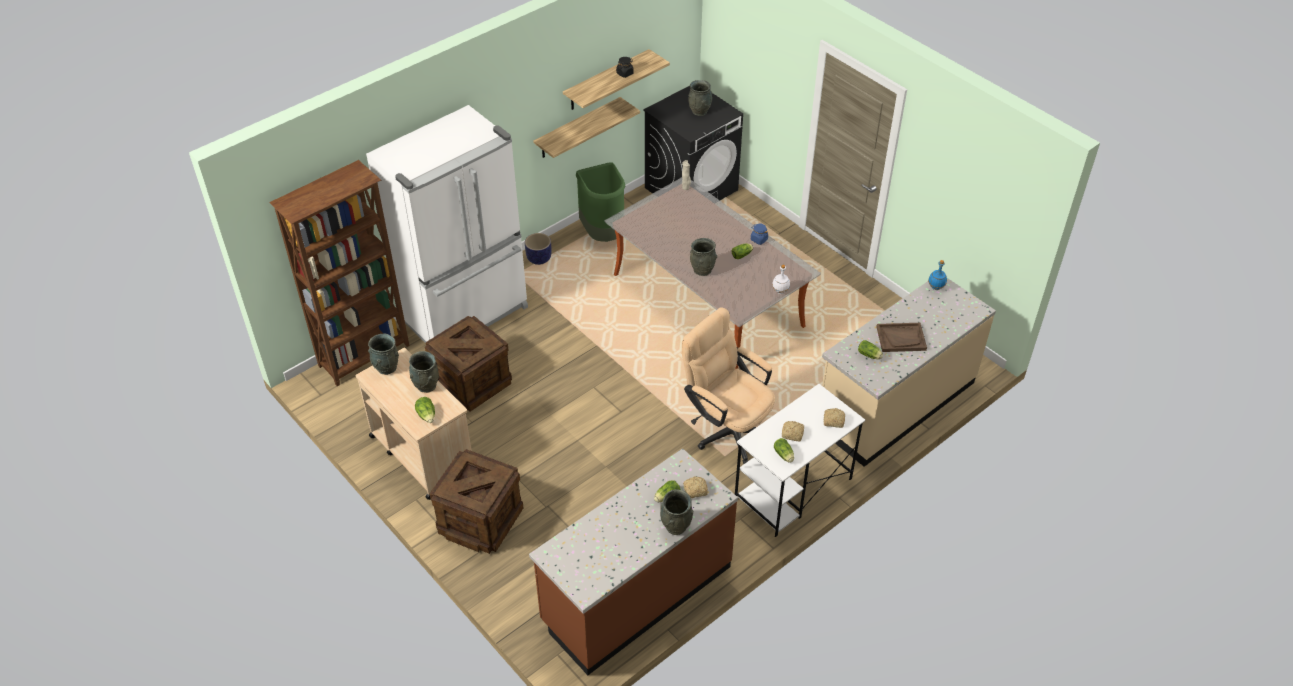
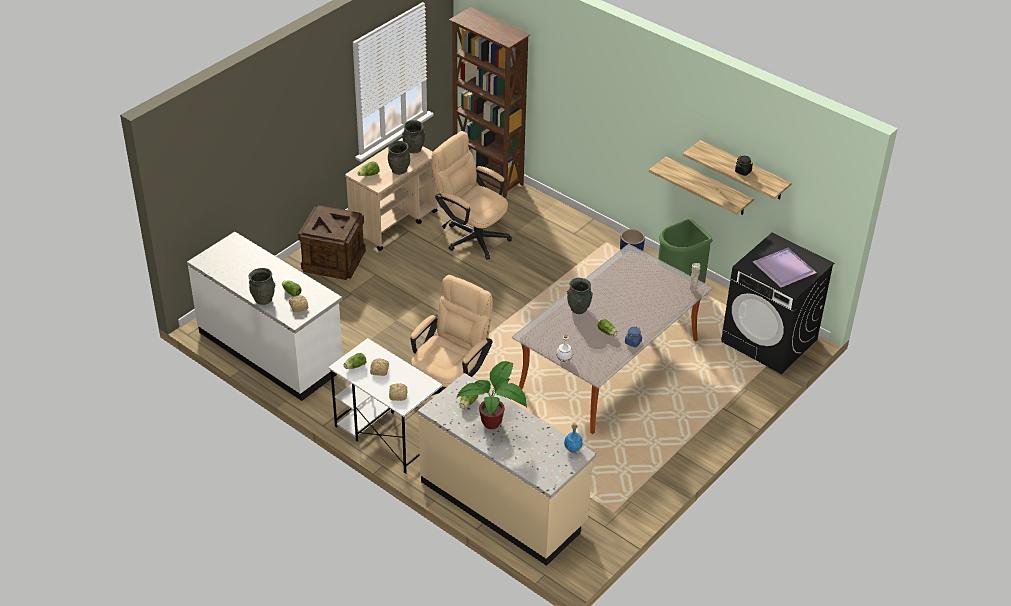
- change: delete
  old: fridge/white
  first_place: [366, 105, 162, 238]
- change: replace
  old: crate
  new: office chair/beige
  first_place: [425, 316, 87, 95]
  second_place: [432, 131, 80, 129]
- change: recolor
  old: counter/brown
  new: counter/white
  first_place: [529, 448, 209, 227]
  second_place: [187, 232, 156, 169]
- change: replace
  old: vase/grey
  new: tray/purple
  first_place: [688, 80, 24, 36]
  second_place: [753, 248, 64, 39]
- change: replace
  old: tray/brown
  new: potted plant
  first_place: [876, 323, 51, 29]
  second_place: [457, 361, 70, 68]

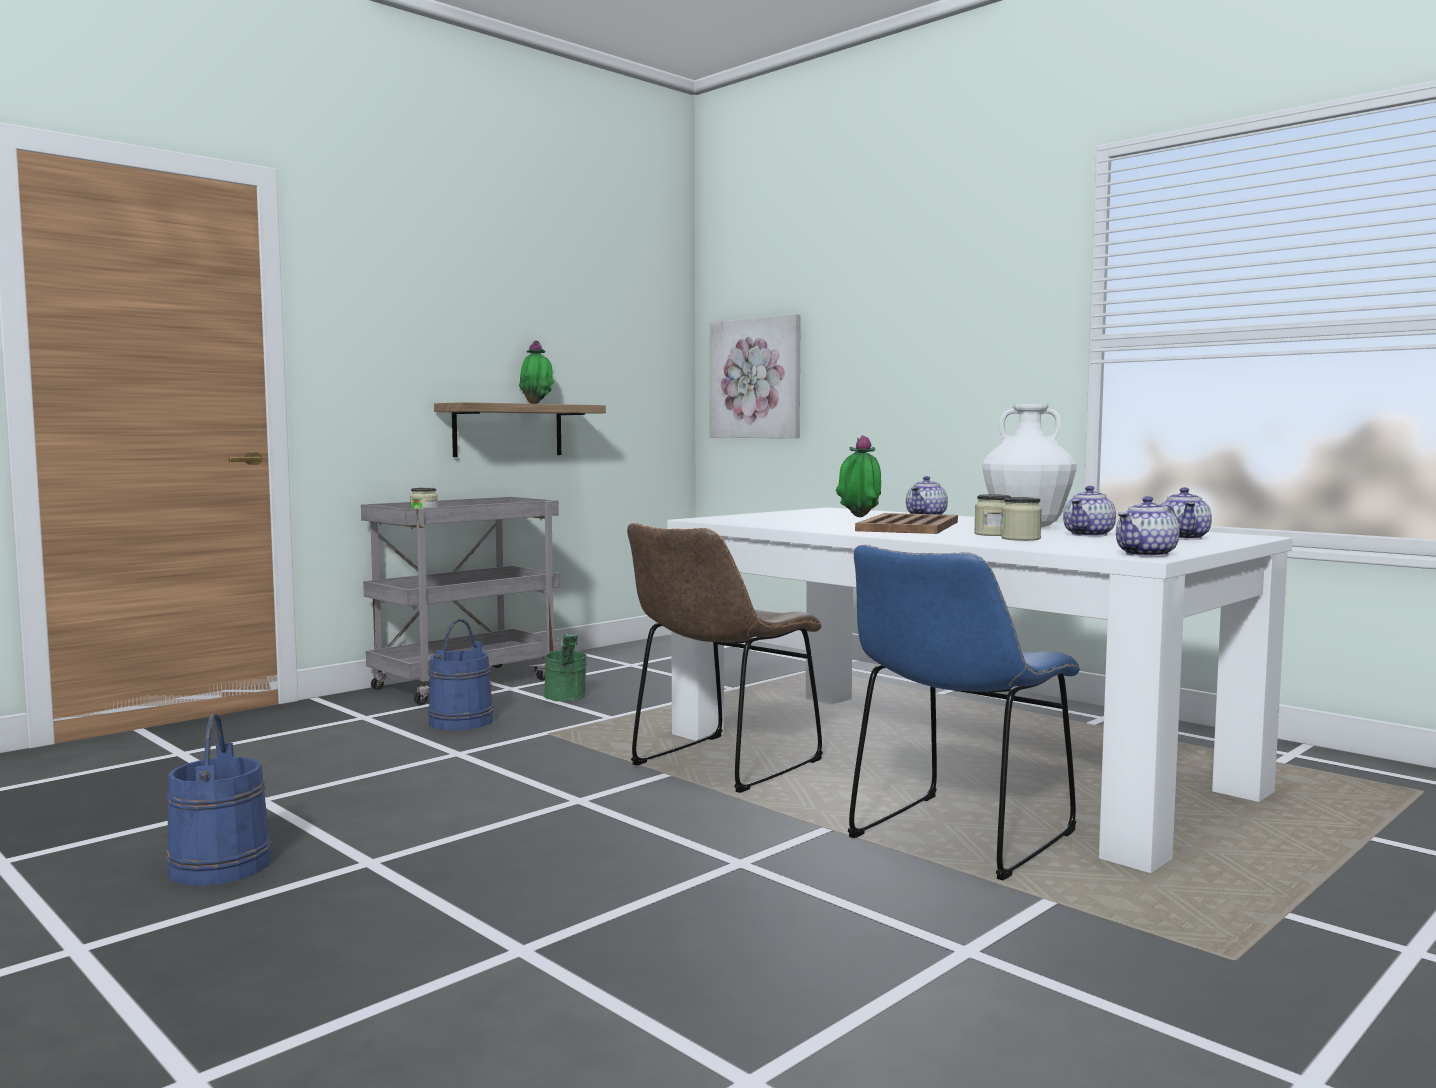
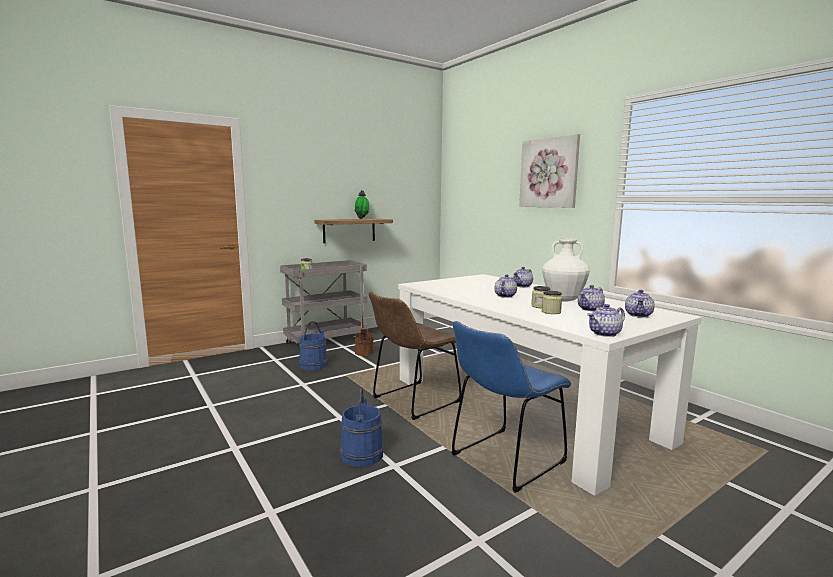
- change: move
  old: bucket/blue
  first_place: [166, 713, 106, 173]
  second_place: [340, 388, 43, 79]
- change: recolor
  old: bucket/green
  new: bucket/brown
  first_place: [544, 634, 43, 67]
  second_place: [355, 328, 19, 28]
- change: move
  old: picture
  first_place: [709, 314, 92, 124]
  second_place: [519, 134, 61, 74]
- change: delete
  old: potted plant
  first_place: [836, 435, 45, 82]
- change: replace
  old: tray/brown
  new: teapot
  first_place: [855, 513, 103, 21]
  second_place: [494, 274, 23, 24]

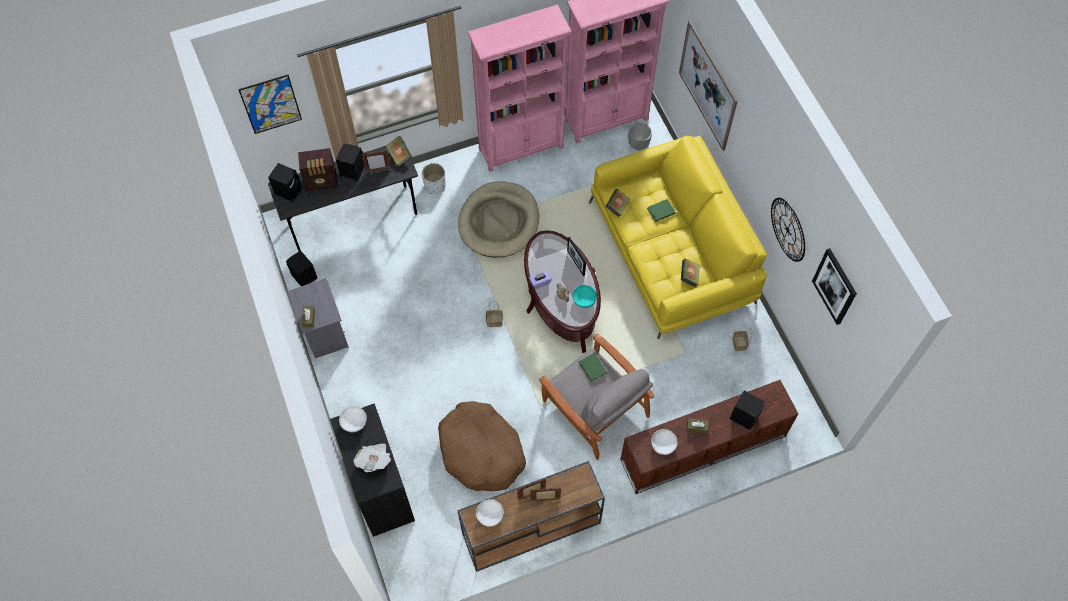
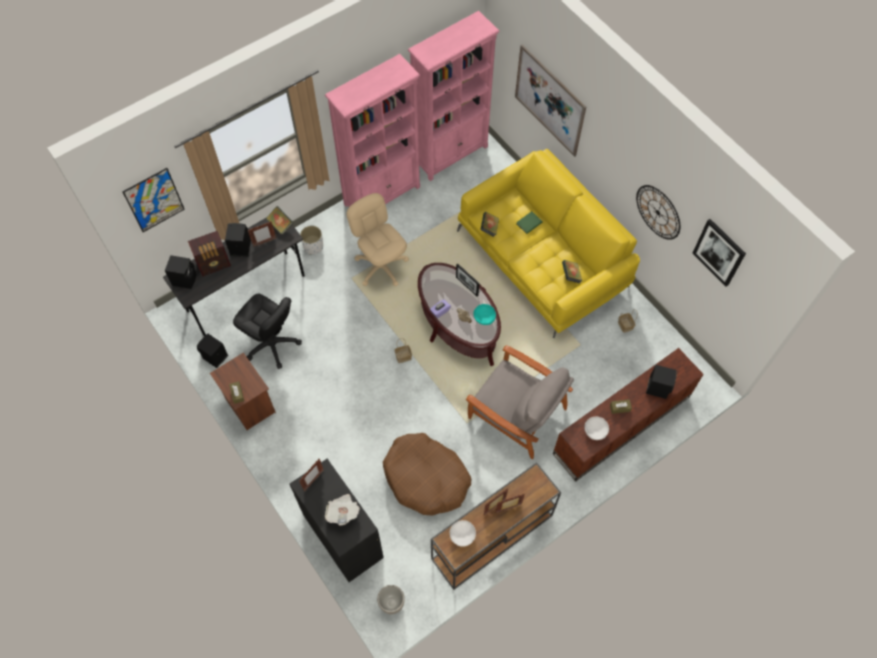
- change: recolor
  old: nightstand/grey
  new: nightstand/brown
  first_place: [288, 278, 61, 80]
  second_place: [210, 353, 66, 77]
- change: replace
  old: bowl/white
  new: picture frame
  first_place: [339, 406, 28, 26]
  second_place: [299, 458, 24, 33]
- change: replace
  old: dog bed/beige
  new: office chair/beige
  first_place: [458, 181, 81, 77]
  second_place: [347, 193, 62, 94]
- change: delete
  old: book/green
  first_place: [579, 353, 28, 29]
- change: move
  old: planter
  first_place: [628, 122, 24, 28]
  second_place: [377, 585, 28, 29]
- change: insert
  new: office chair/black
  second_place: [233, 294, 69, 75]

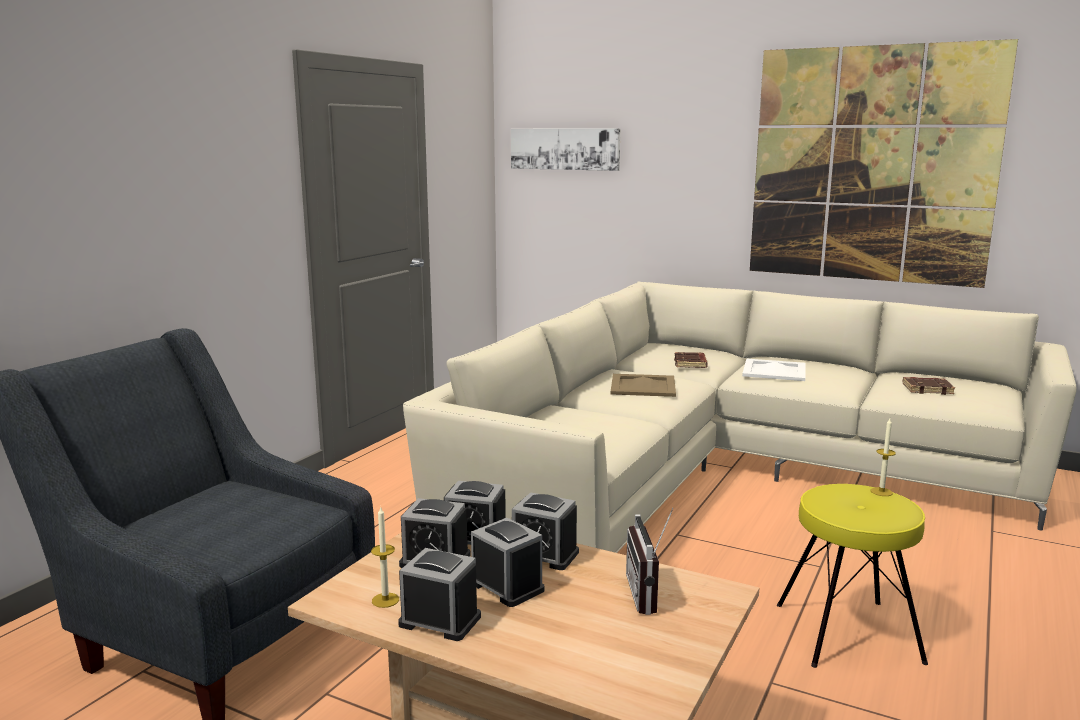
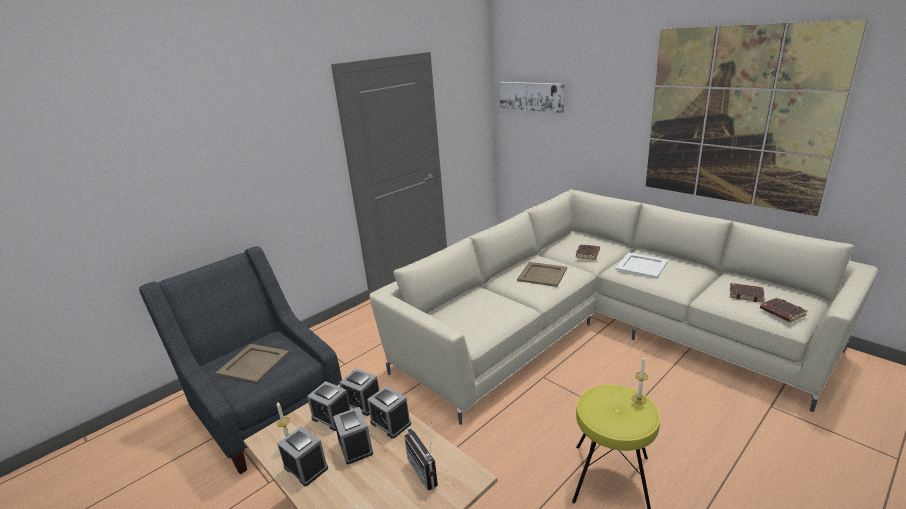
- change: rotate
  old: radio
  first_place: [626, 508, 47, 107]
  second_place: [404, 421, 34, 69]
  degrees: -45
- change: insert
  new: tray/beige
  second_place: [216, 344, 73, 39]
- change: insert
  new: book/brown
  second_place: [760, 298, 47, 24]

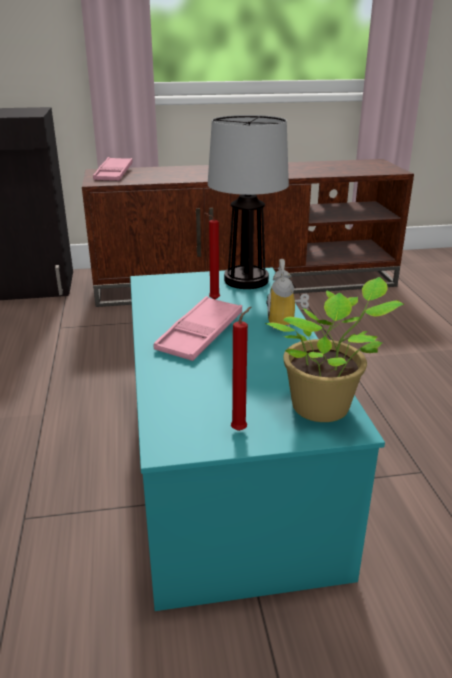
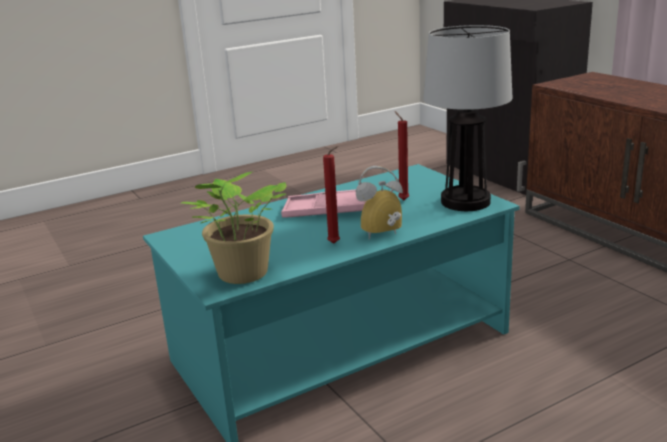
- change: delete
  old: tray/pink
  first_place: [93, 157, 40, 24]
- change: move
  old: candle/red
  first_place: [231, 307, 20, 124]
  second_place: [323, 146, 17, 97]

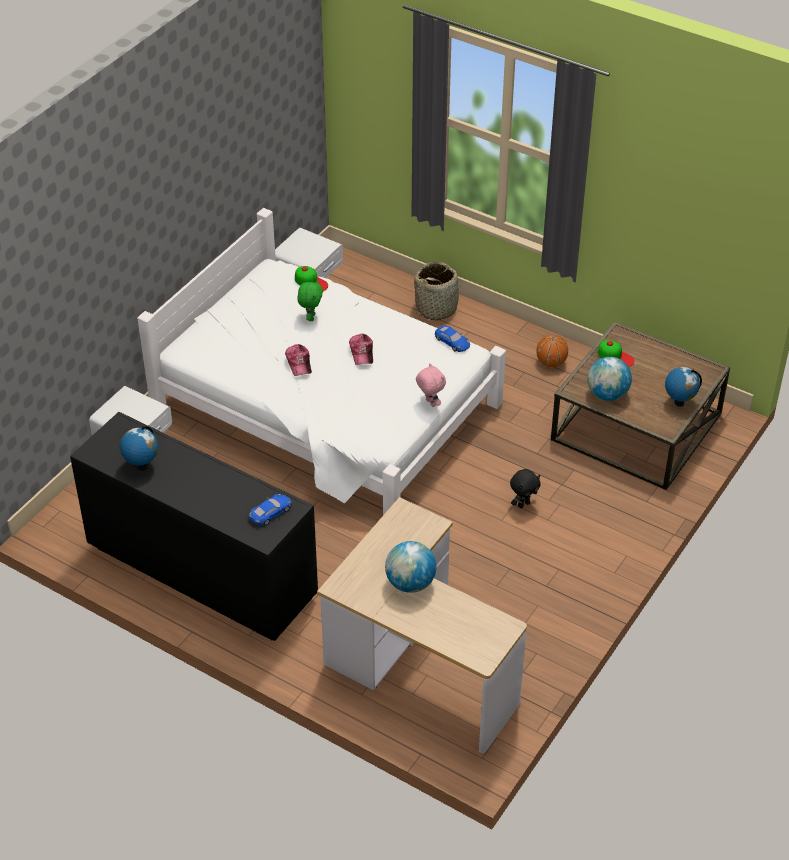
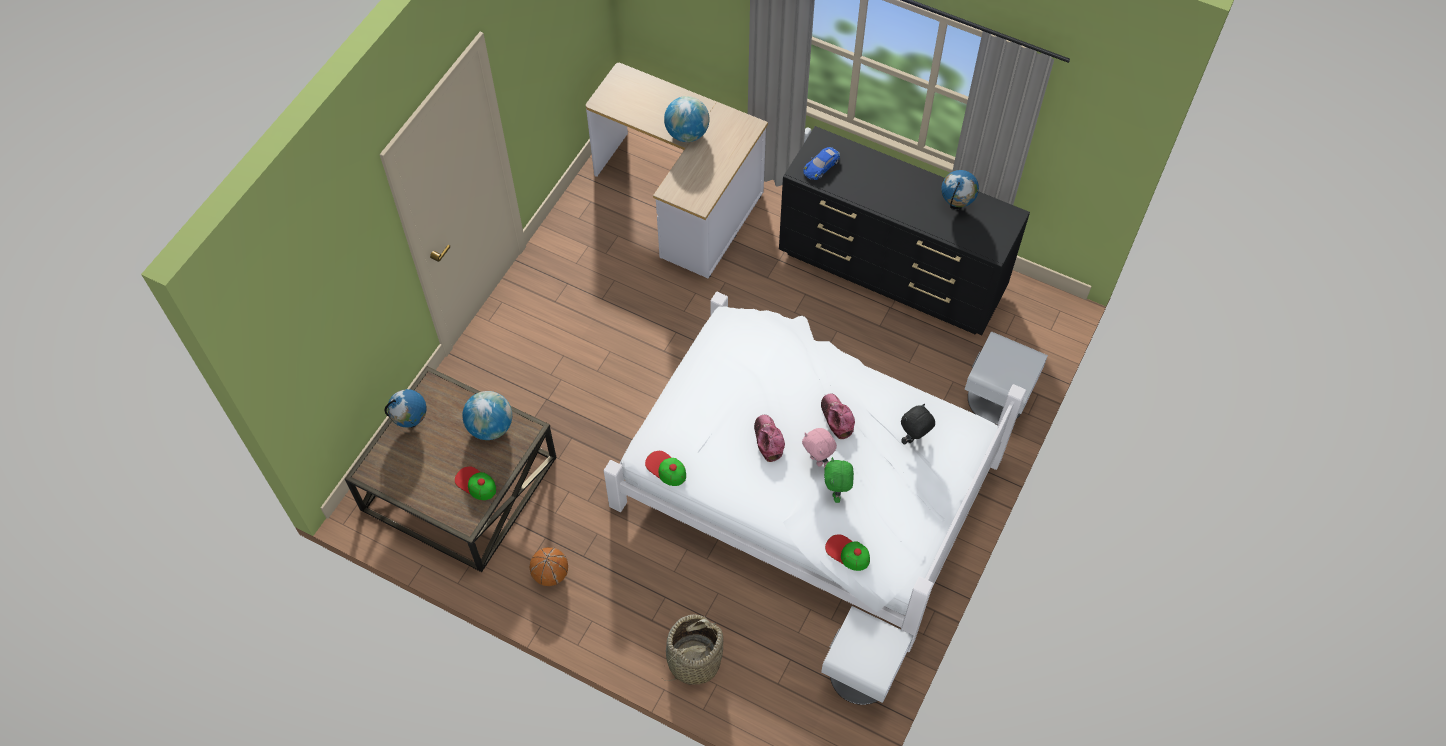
- change: move
  old: plush toy/pink
  first_place: [416, 363, 30, 44]
  second_place: [802, 428, 35, 39]
- change: replace
  old: toy car/blue
  new: cap
  first_place: [435, 326, 35, 26]
  second_place: [645, 451, 41, 35]
- change: move
  old: plush toy/black
  first_place: [510, 469, 31, 39]
  second_place: [901, 404, 34, 41]

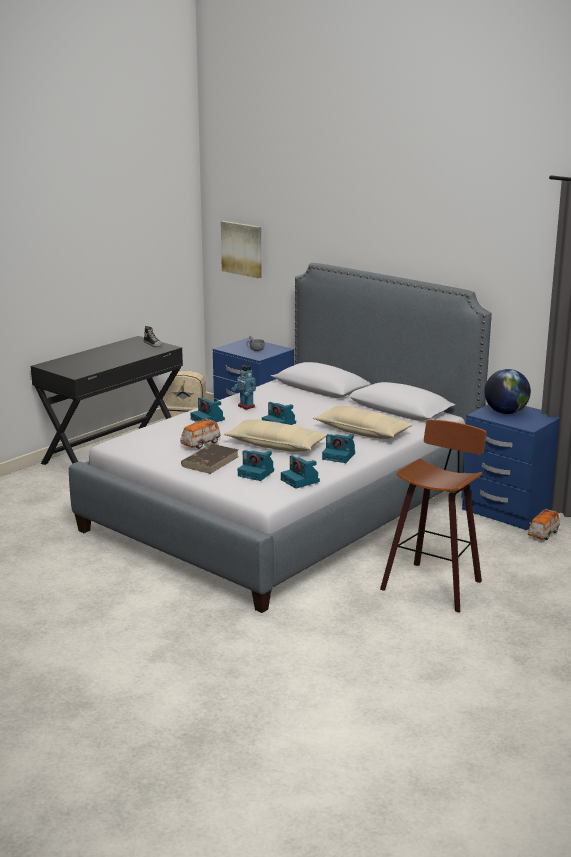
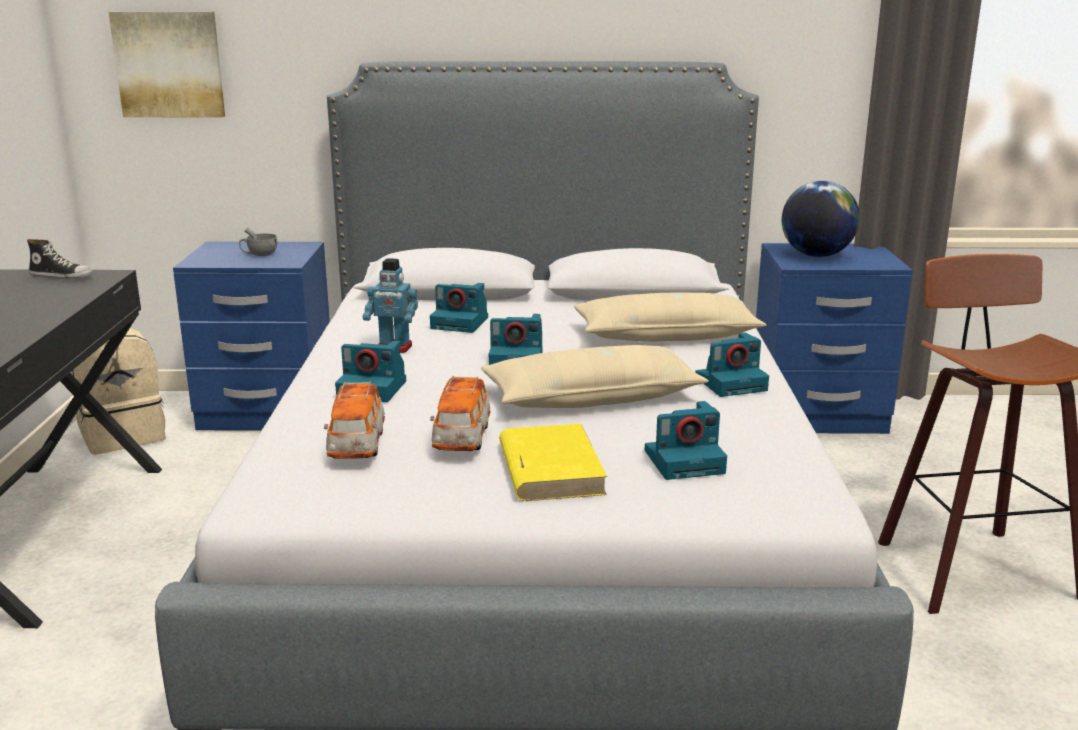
- change: recolor
  old: book/brown
  new: book/yellow
  first_place: [181, 444, 57, 30]
  second_place: [499, 424, 108, 77]
- change: move
  old: photo camera
  first_place: [281, 455, 39, 34]
  second_place: [430, 283, 58, 50]
- change: move
  old: toy car
  first_place: [528, 509, 32, 31]
  second_place: [324, 382, 61, 77]

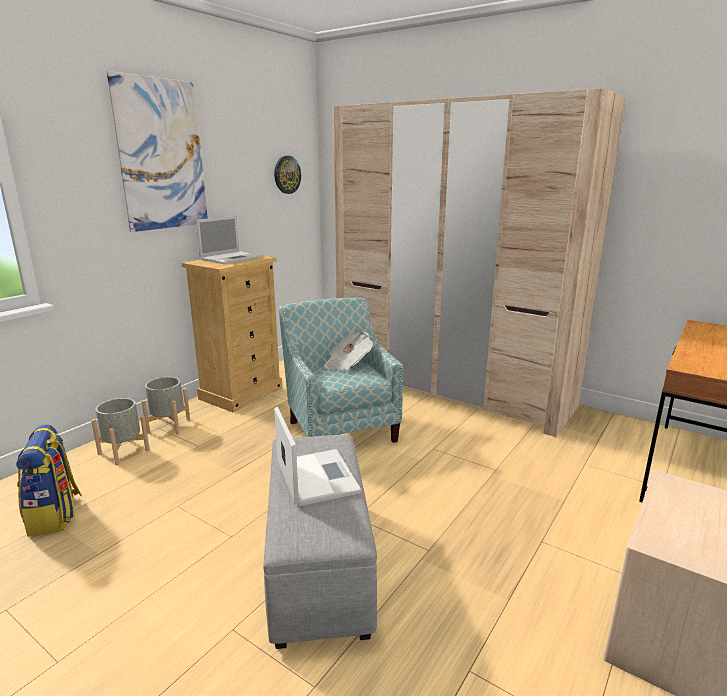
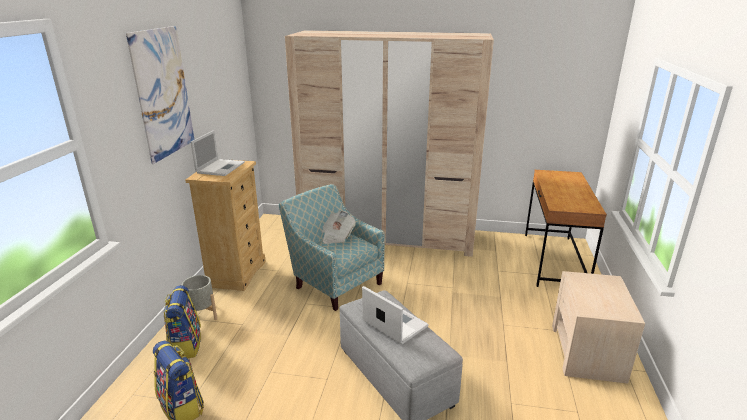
- change: replace
  old: planter/grey
  new: backpack
  first_place: [91, 398, 59, 68]
  second_place: [163, 285, 38, 73]
- change: delete
  old: wall clock
  first_place: [274, 156, 27, 38]

